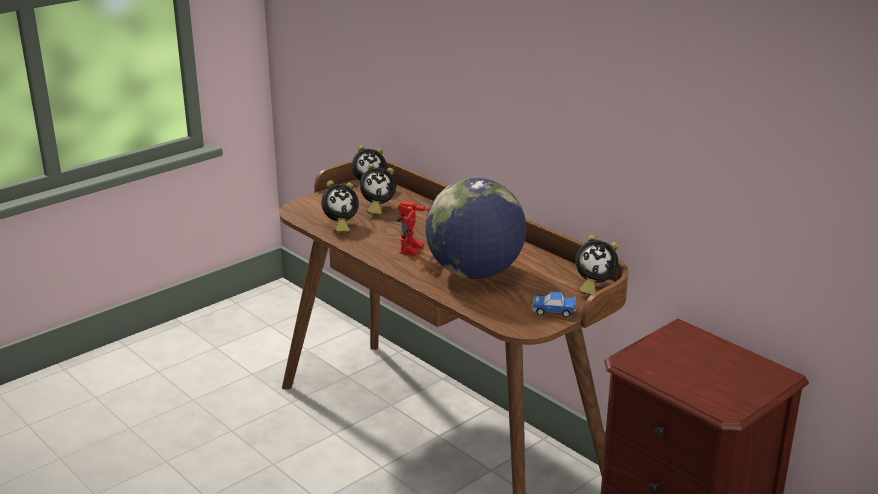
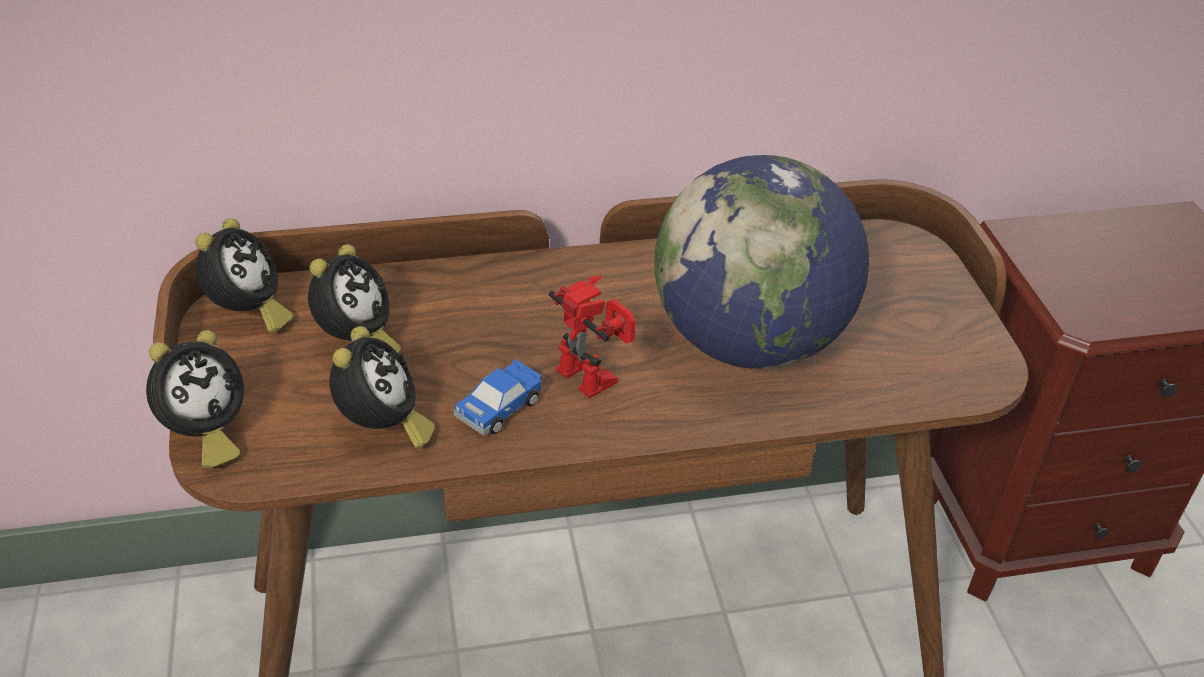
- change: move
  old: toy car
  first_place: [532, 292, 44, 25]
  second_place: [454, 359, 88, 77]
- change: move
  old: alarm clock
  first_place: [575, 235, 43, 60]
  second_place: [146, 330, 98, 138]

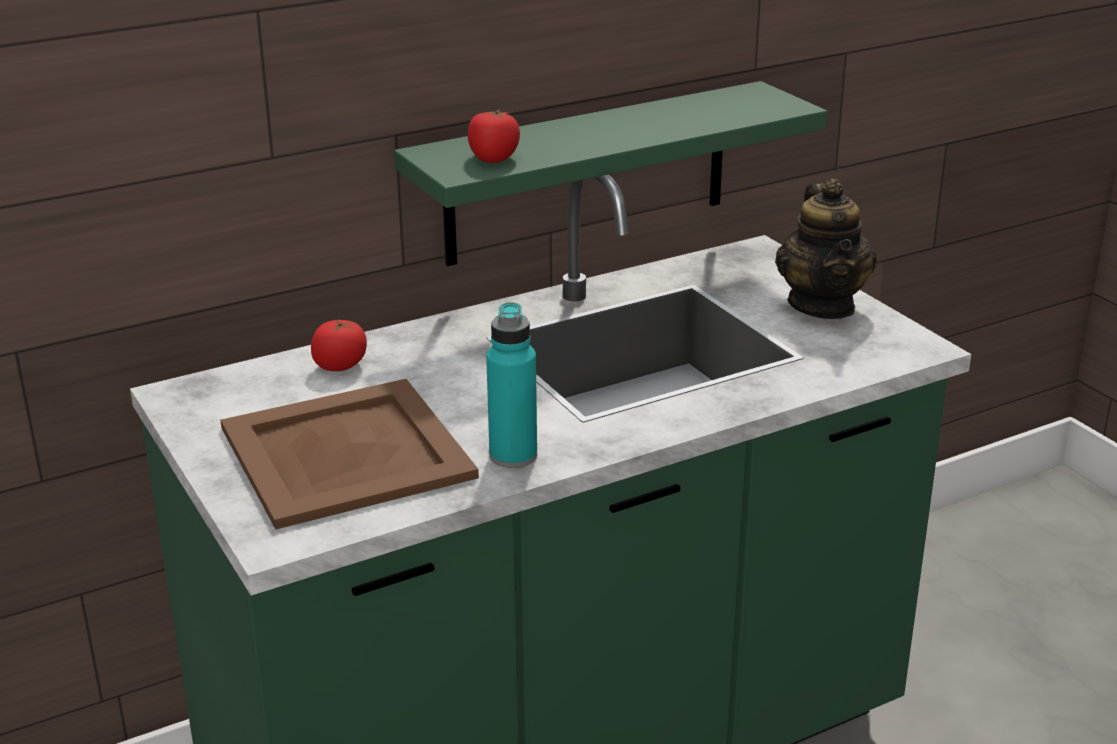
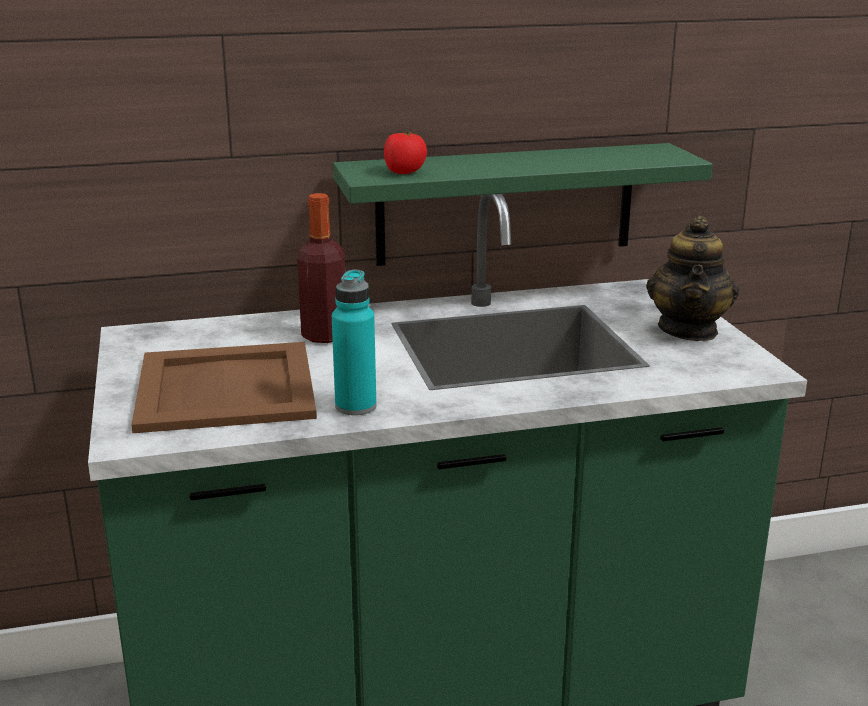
- change: delete
  old: tomato
  first_place: [311, 320, 56, 51]
- change: insert
  new: bottle
  second_place: [297, 193, 48, 150]

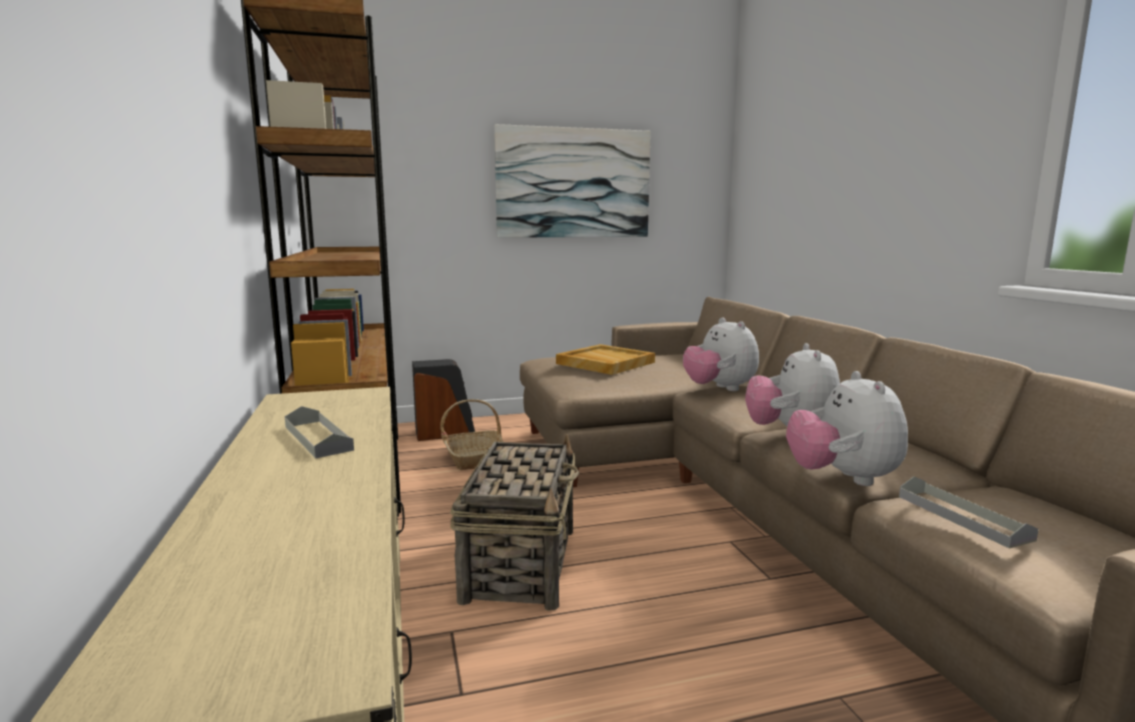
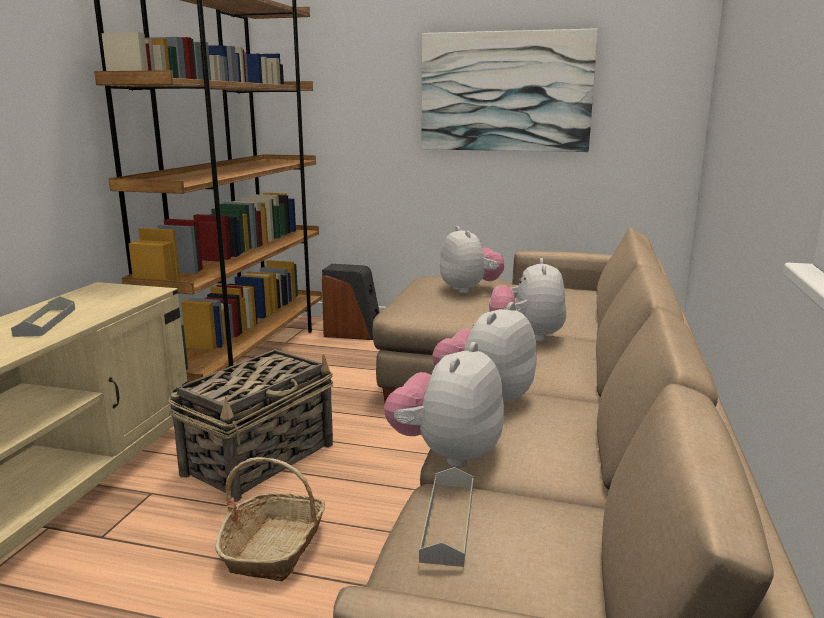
- change: move
  old: basket
  first_place: [440, 399, 63, 71]
  second_place: [215, 457, 110, 124]
- change: replace
  old: tray/beige
  new: plush toy
  first_place: [556, 344, 99, 31]
  second_place: [440, 226, 64, 68]

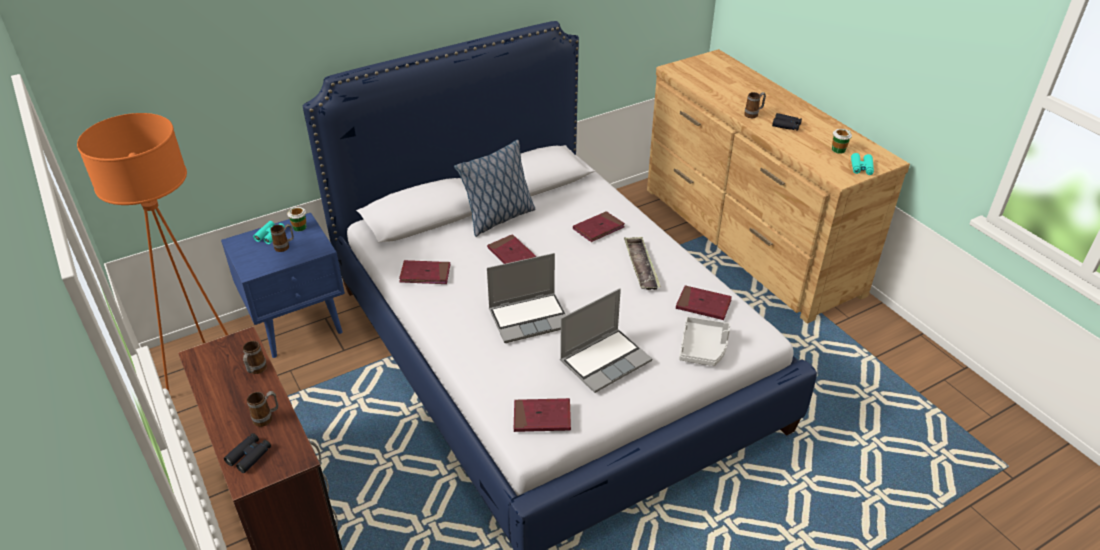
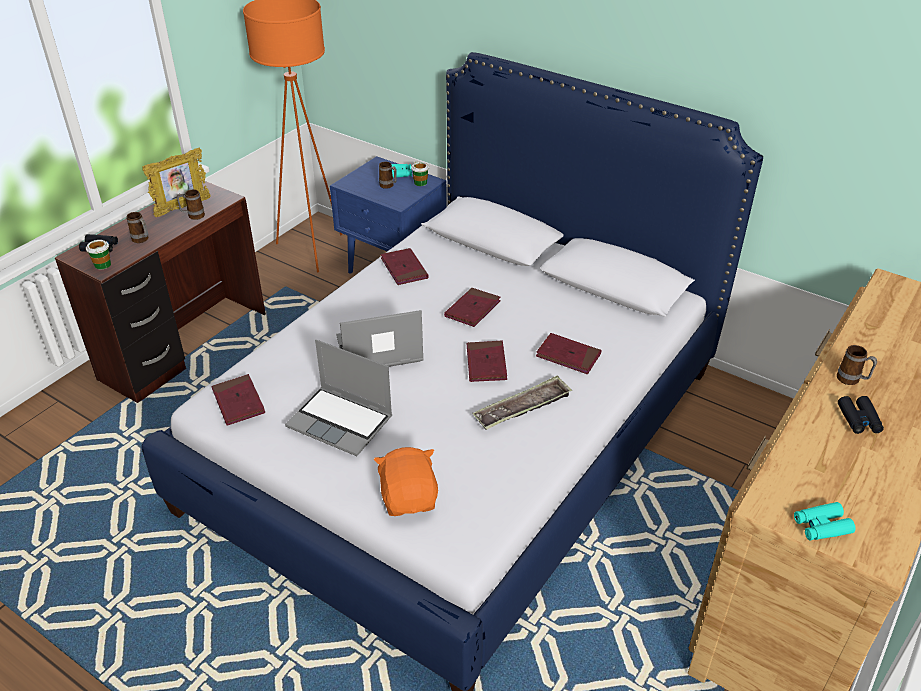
- change: delete
  old: pillow
  first_place: [454, 140, 82, 97]
- change: rotate
  old: laptop
  first_place: [487, 253, 79, 90]
  second_place: [336, 310, 88, 57]
  degrees: 120
- change: move
  old: book/red
  first_place: [676, 285, 56, 35]
  second_place: [467, 341, 40, 41]
- change: replace
  old: tray/grey
  new: plush toy/orange
  first_place: [679, 317, 51, 49]
  second_place: [374, 447, 64, 69]
- change: move
  old: cup
  first_place: [832, 129, 20, 25]
  second_place: [86, 240, 25, 29]
- change: insert
  new: picture frame
  second_place: [142, 148, 69, 69]

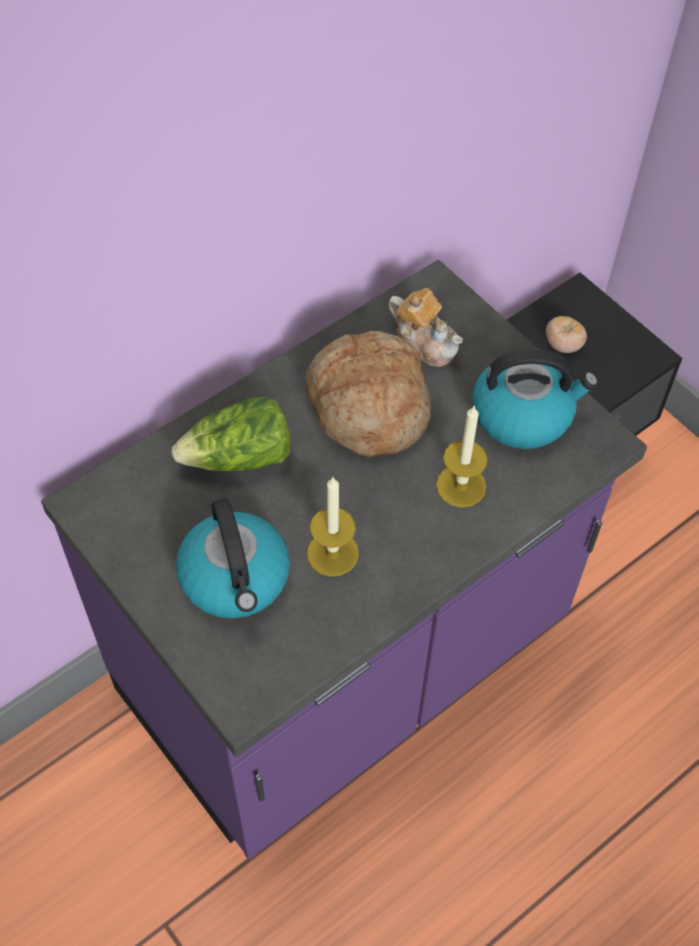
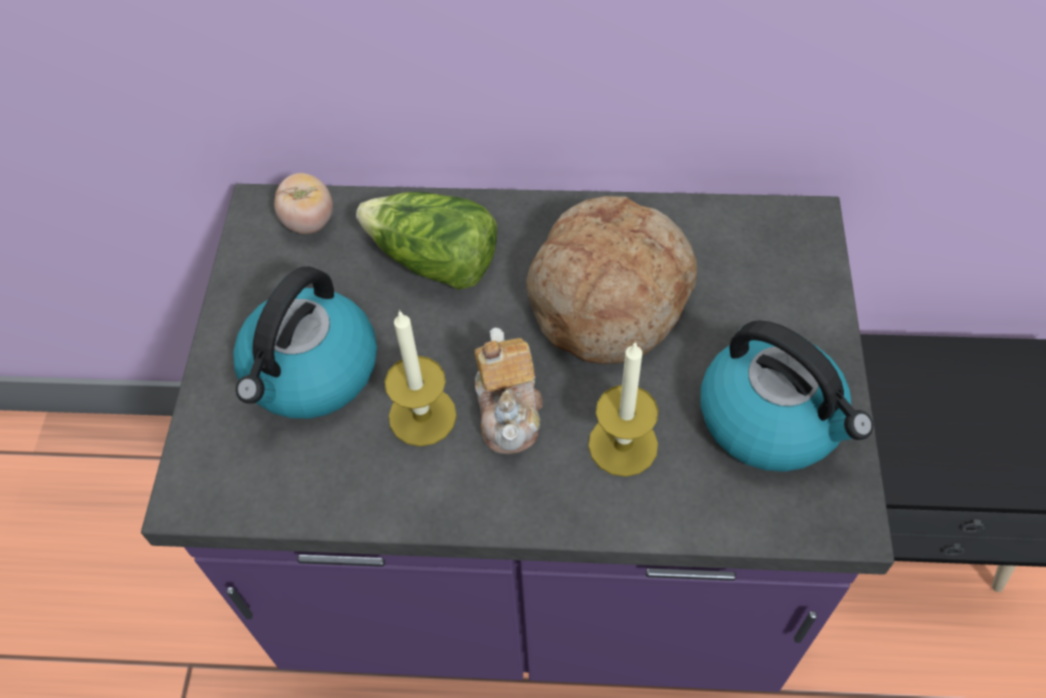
- change: move
  old: teapot
  first_place: [388, 288, 75, 79]
  second_place: [475, 328, 68, 126]
- change: move
  old: tomato
  first_place: [546, 316, 41, 37]
  second_place: [274, 173, 59, 61]

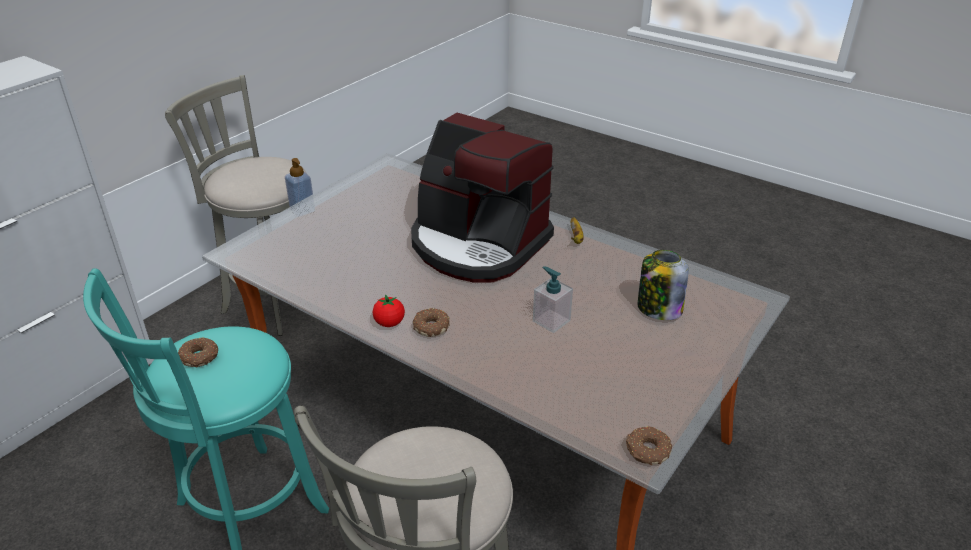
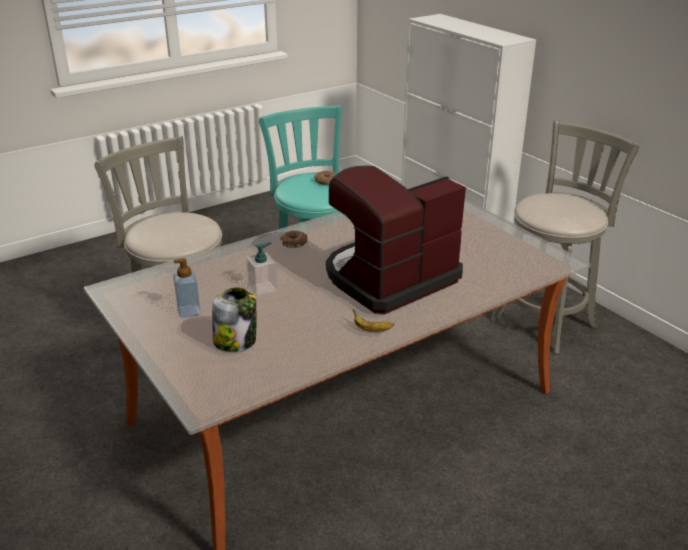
- change: move
  old: soap dispenser
  first_place: [285, 158, 30, 59]
  second_place: [173, 258, 28, 60]
- change: delete
  old: tomato
  first_place: [373, 294, 32, 33]
- change: delete
  old: donut
  first_place: [626, 426, 46, 39]

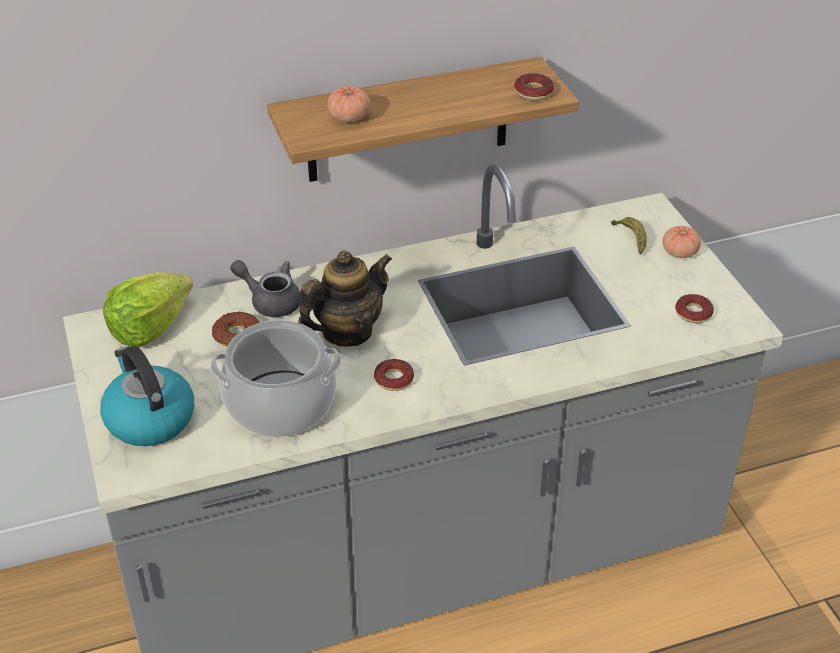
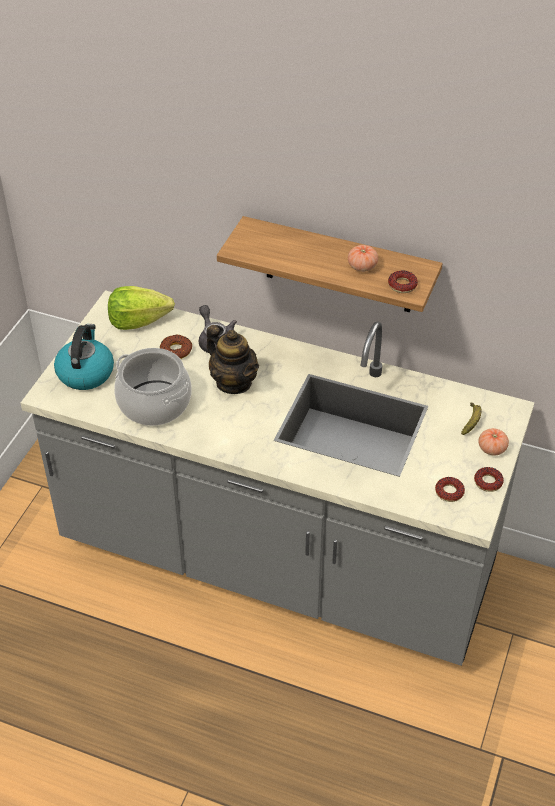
- change: rotate
  old: teapot
  first_place: [298, 250, 94, 96]
  second_place: [206, 325, 53, 69]
  degrees: 45
- change: move
  old: tomato
  first_place: [327, 86, 43, 36]
  second_place: [348, 245, 30, 27]
- change: move
  old: donut
  first_place: [374, 359, 40, 32]
  second_place: [474, 467, 30, 25]

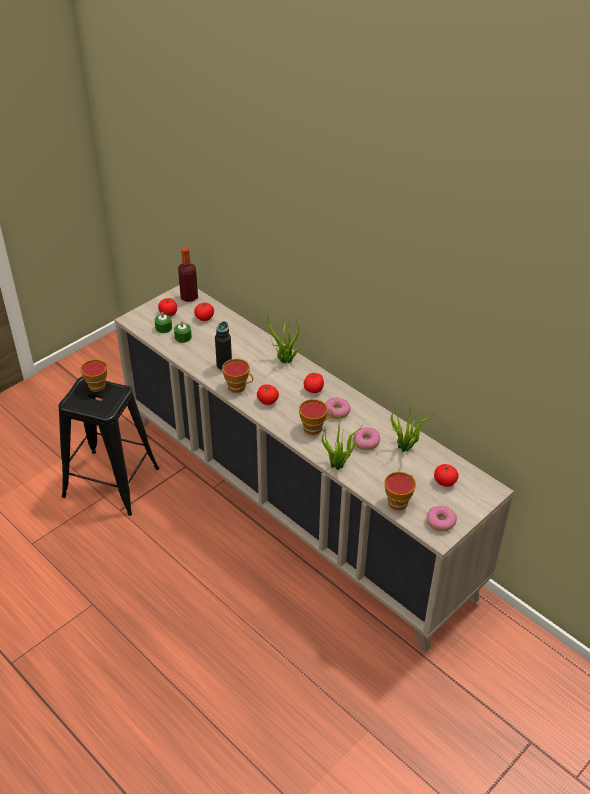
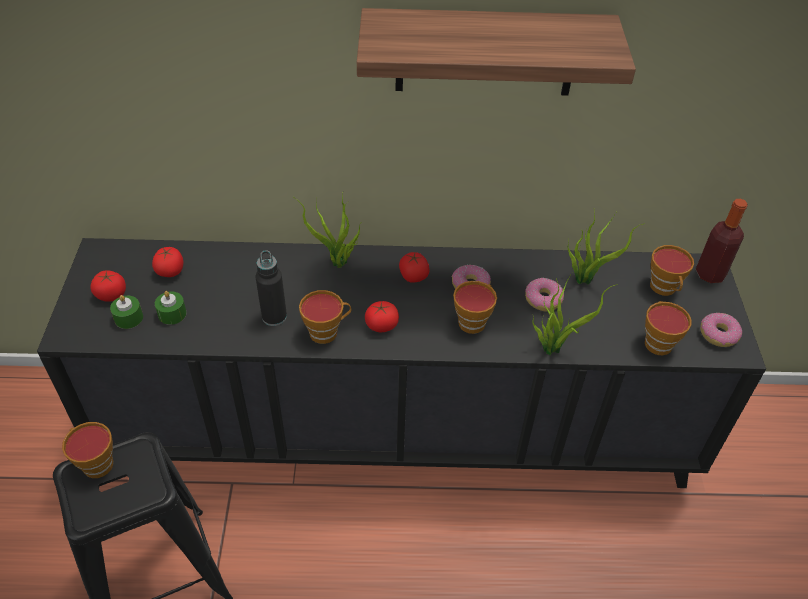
- change: recolor
  old: cabinet/beige
  new: cabinet/black
  first_place: [114, 285, 400, 367]
  second_place: [37, 238, 729, 250]
- change: move
  old: bottle
  first_place: [178, 247, 20, 55]
  second_place: [696, 199, 52, 84]
- change: replace
  old: tomato
  new: cup
  first_place: [434, 464, 25, 23]
  second_place: [650, 245, 44, 51]
- change: insert
  new: shelf
  second_place: [357, 8, 279, 88]

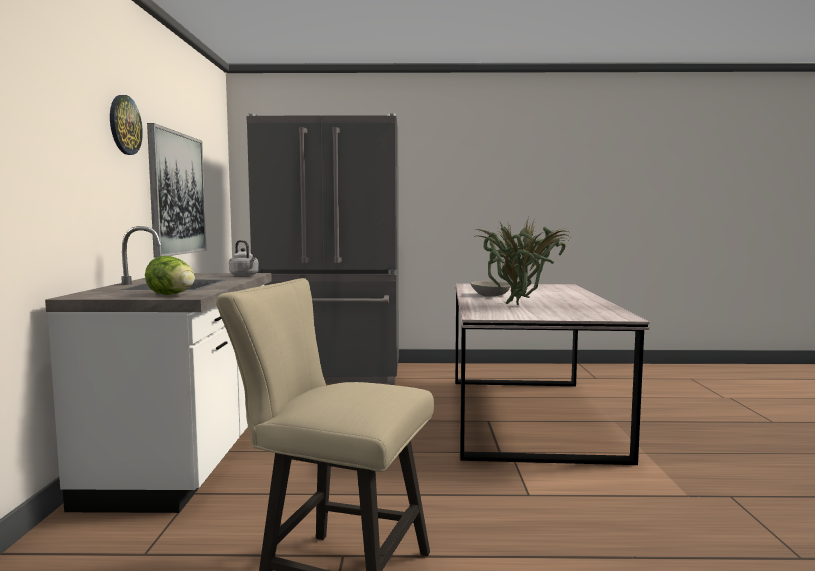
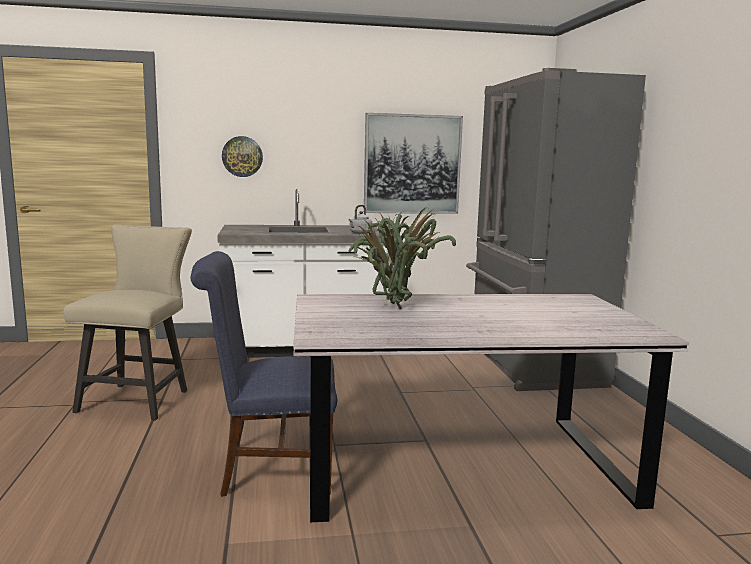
- change: move
  old: wall clock
  first_place: [110, 95, 33, 60]
  second_place: [222, 136, 41, 41]
- change: delete
  old: lettuce
  first_place: [145, 256, 50, 39]
- change: delete
  old: bowl/grey
  first_place: [470, 281, 41, 16]
- change: insert
  new: chair/blue
  second_place: [190, 251, 147, 246]

